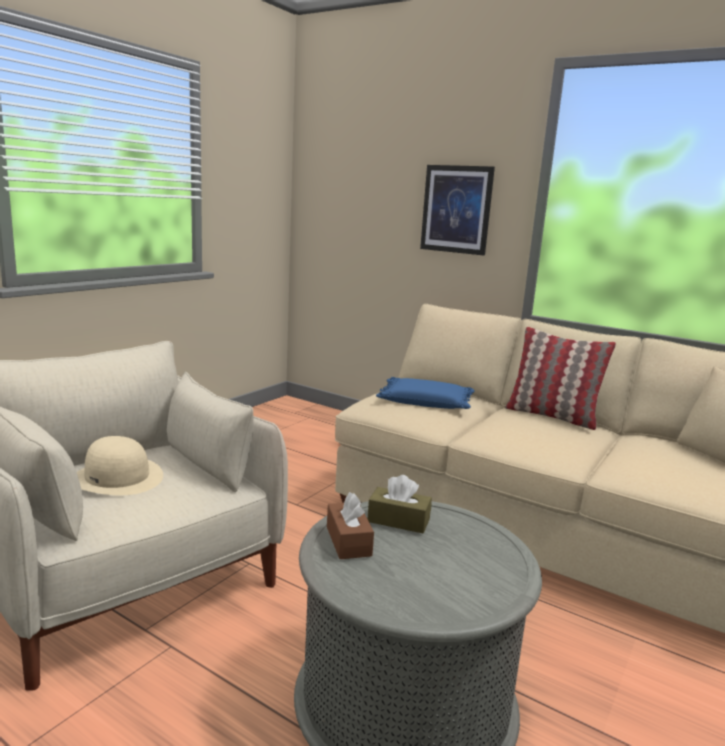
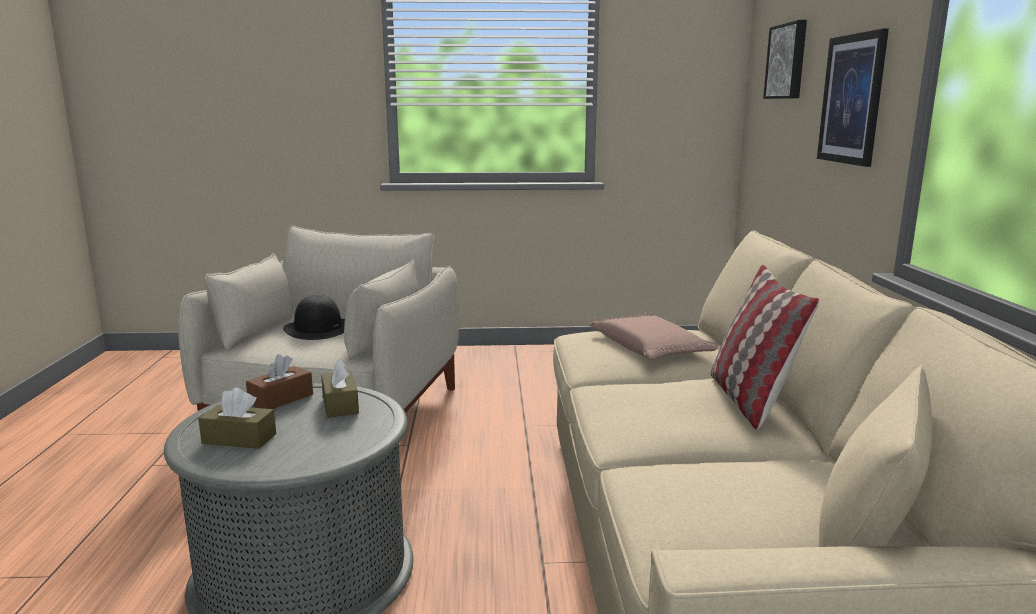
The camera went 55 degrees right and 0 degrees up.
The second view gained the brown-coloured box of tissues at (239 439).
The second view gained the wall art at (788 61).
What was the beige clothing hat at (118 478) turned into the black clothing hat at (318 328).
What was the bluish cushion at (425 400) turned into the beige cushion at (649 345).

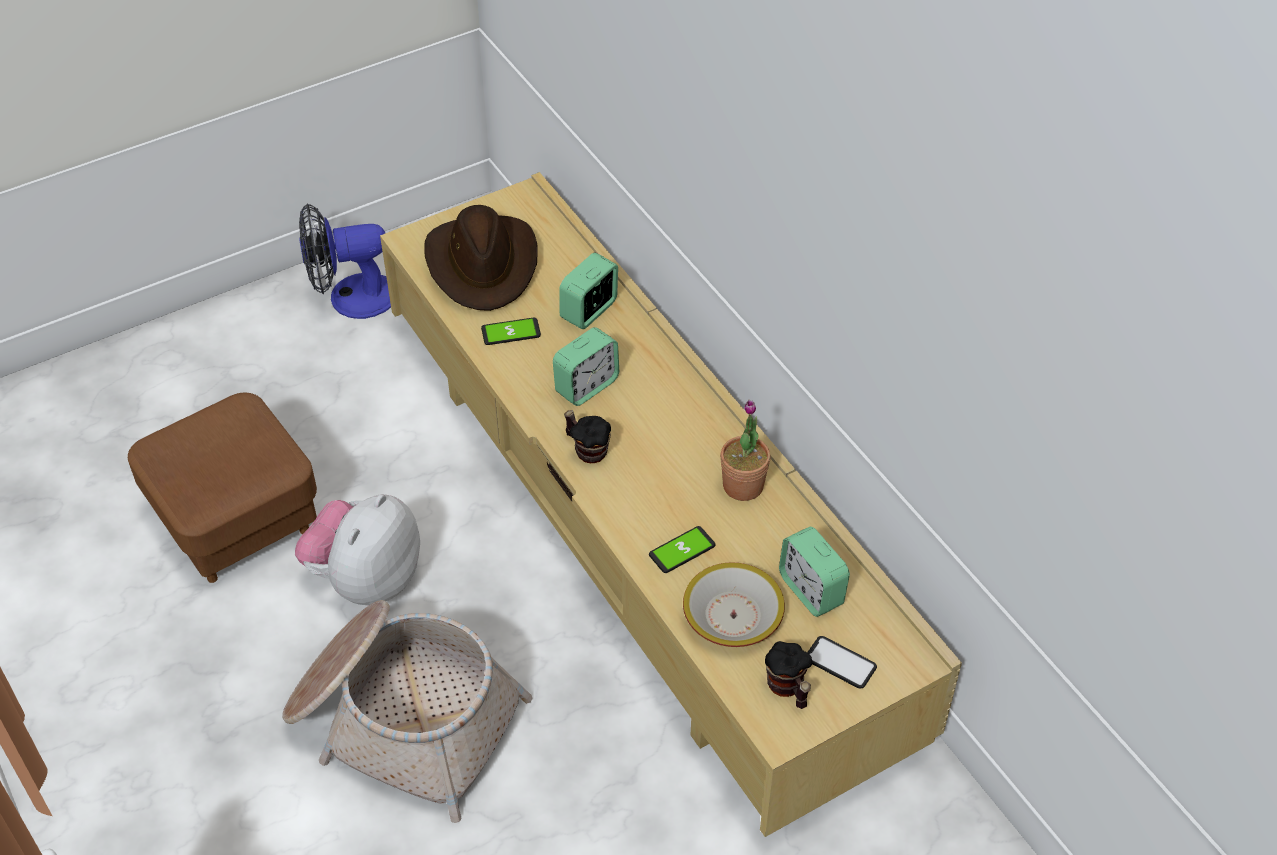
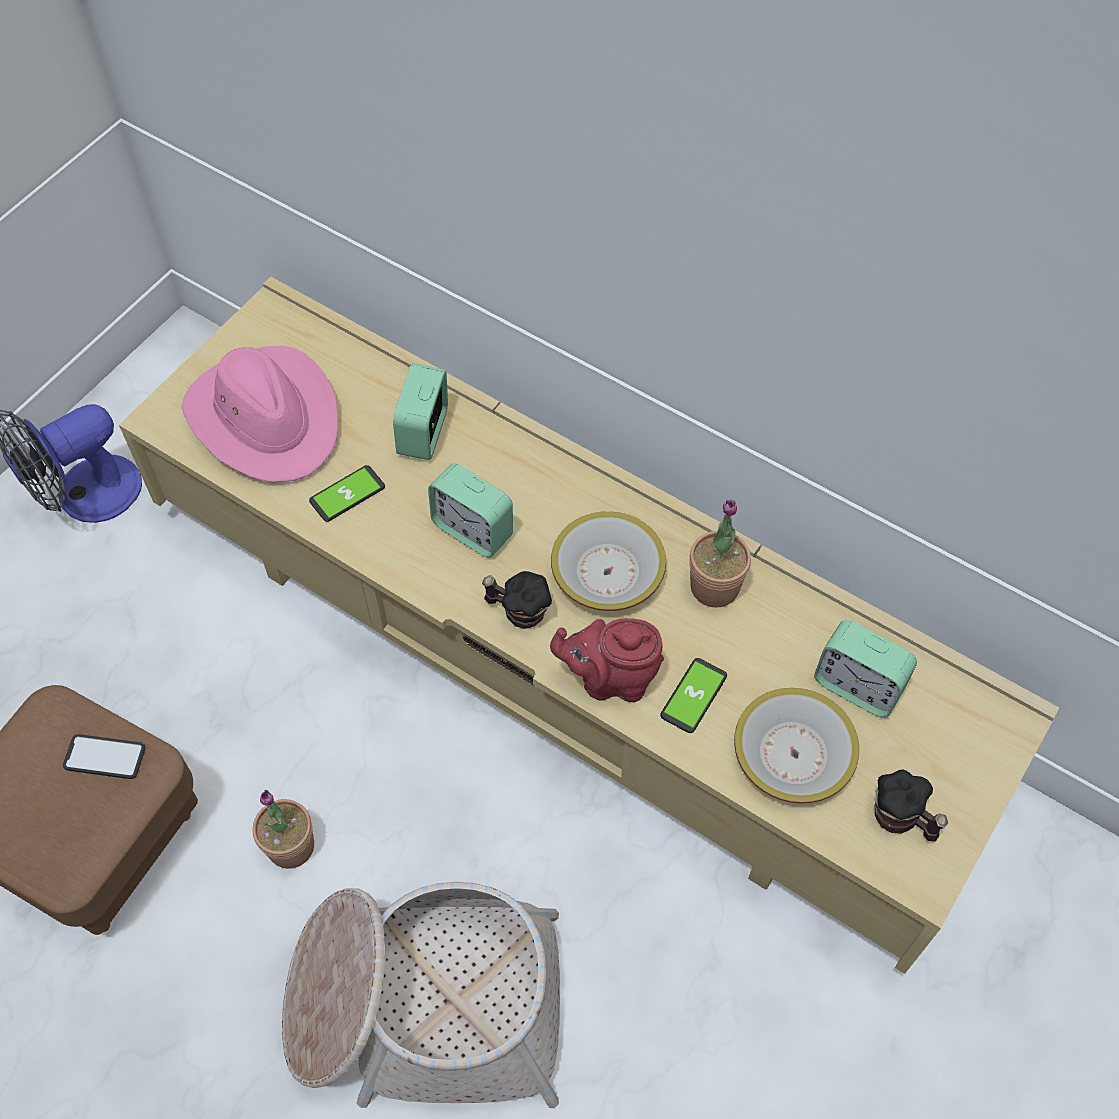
The camera went 25 degrees left and 10 degrees up.
The second view gained the red tea pot at (611 679).
The second view gained the deep dish at (607 572).
The telephone ended up elsewhere, having gone from (840 663) to (105 757).
Where the cuddly toy stood at (366 579), the plant in a pot came to stand at (291 846).
What was the brown-coloured clothing hat at (483 264) turned into the pink-coloured clothing hat at (266 418).
The table clock at (586 386) ended up facing another way, 105 degrees clockwise from before.

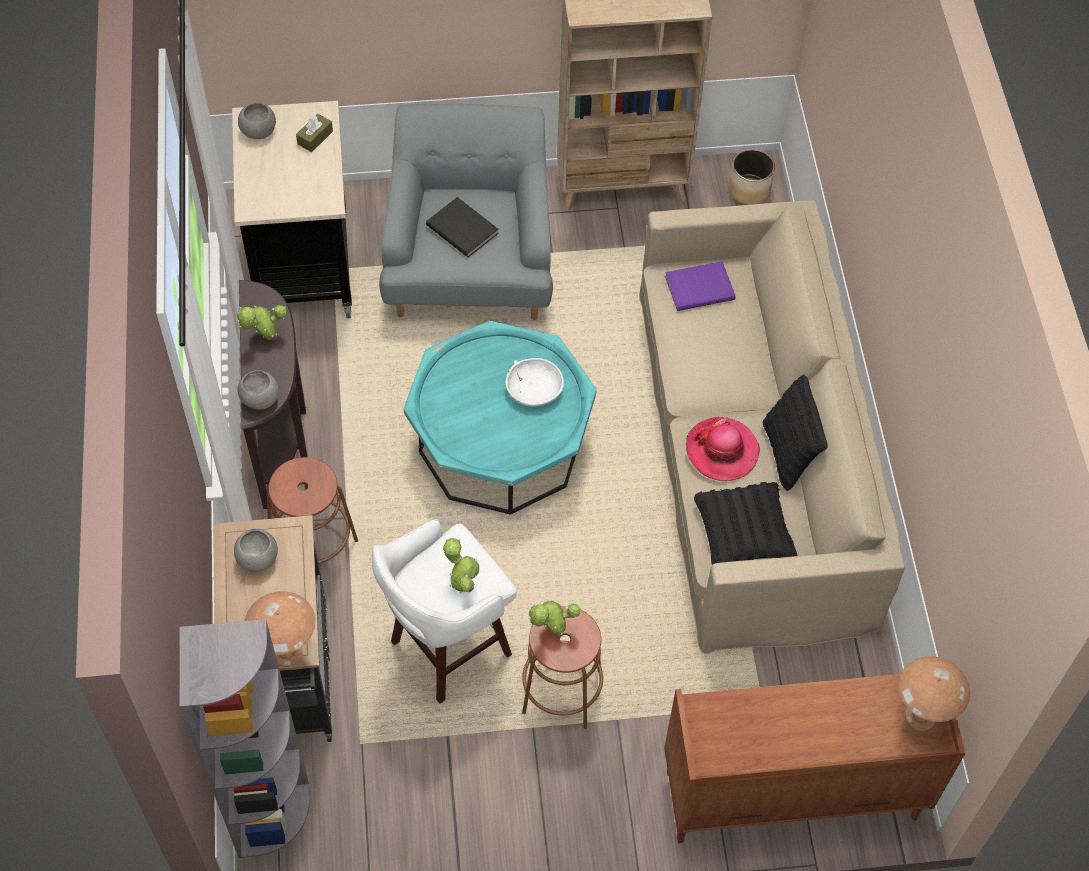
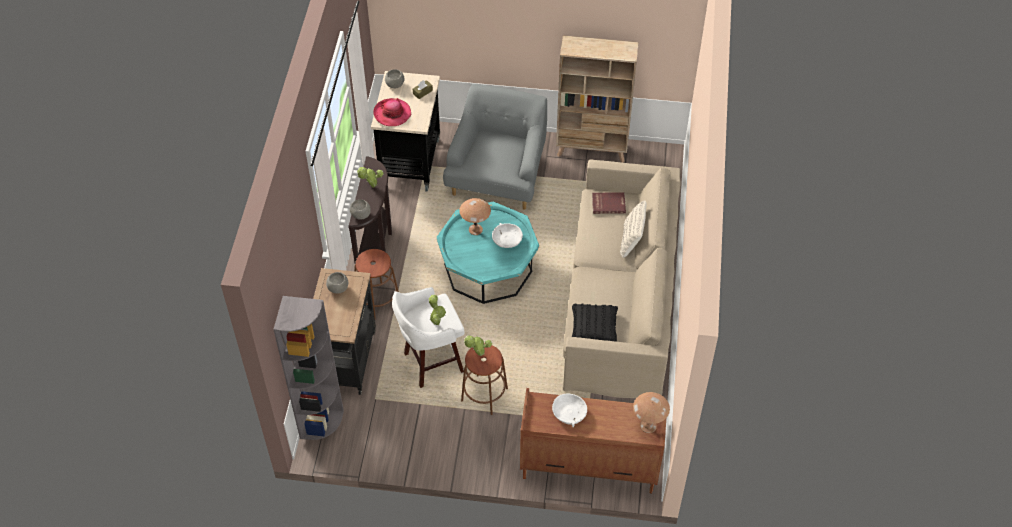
The camera went 15 degrees right and 5 degrees down.
The second view lost the black bound book at (463 228).
The second view lost the flower pot at (749 190).
The second view lost the black cushion at (789 454).
The second view gained the white deep dish at (569 412).
The second view gained the beige cushion at (631 242).
The brown-coloured tabletop lamp ended up elsewhere, having gone from (286 652) to (475 229).
The clothing hat ended up elsewhere, having gone from (722 451) to (392 113).
What was the purple bound book at (699 287) turned into the red bound book at (608 203).

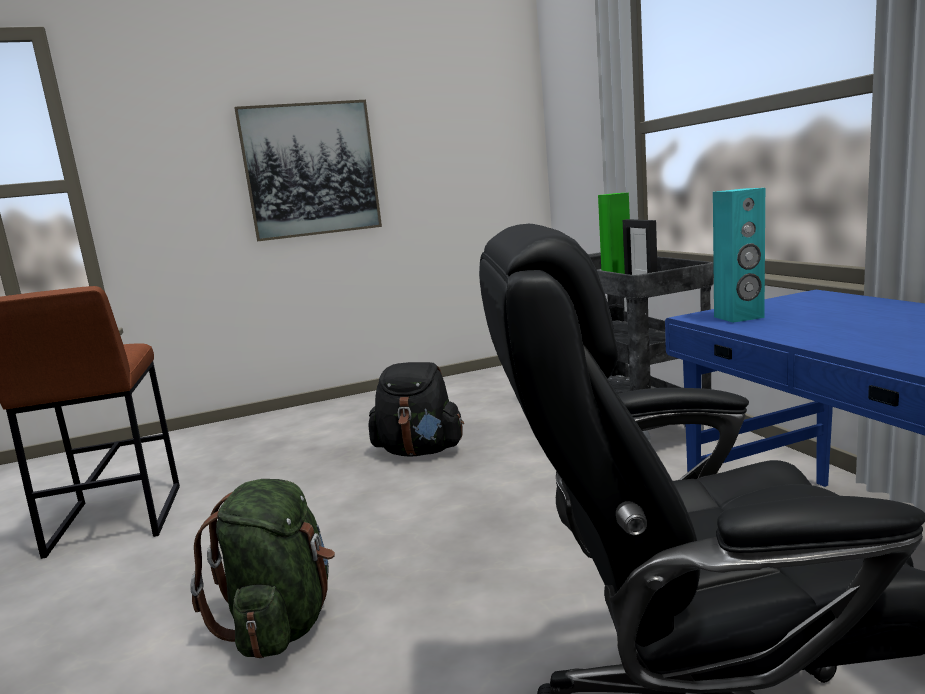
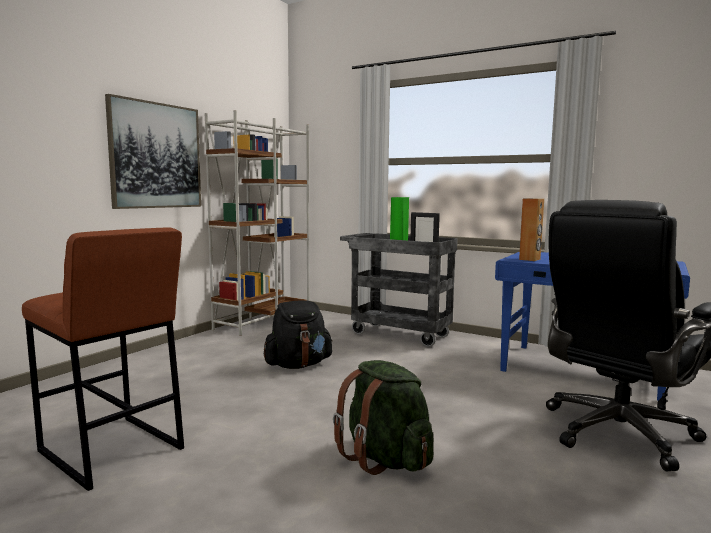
The camera went 40 degrees left and 5 degrees down.
The second view gained the brown-coloured bookshelf at (264 320).
What was the turquoise-coloured audio speaker at (739 317) turned into the brown-coloured audio speaker at (530 259).

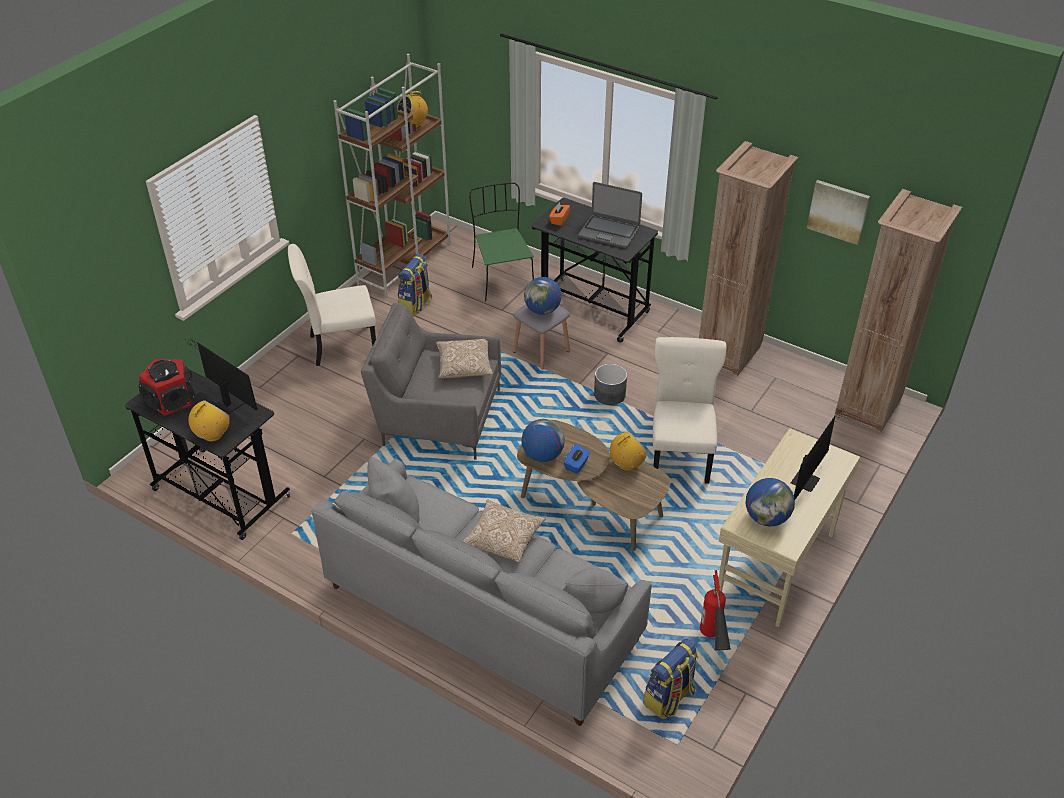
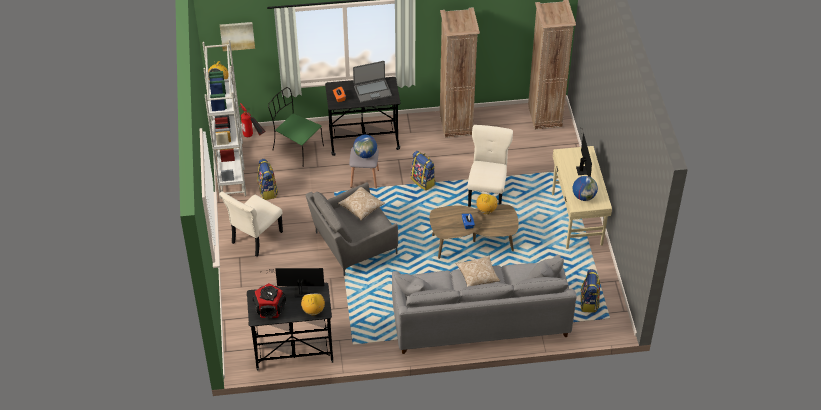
The camera went 40 degrees left and 5 degrees up.
The second view lost the desk globe at (542 455).
The fire-fighting cylinder ended up elsewhere, having gone from (712 645) to (253 139).
The wall art ended up elsewhere, having gone from (838 211) to (237 35).
Where the greyish flower pot stood at (610 394), the backpack came to stand at (423 181).
What was the brown-coloured bookshelf at (405 264) turned into the white bookshelf at (231 170).
The beige chair at (680 455) ended up facing another way, 45 degrees clockwise from before.

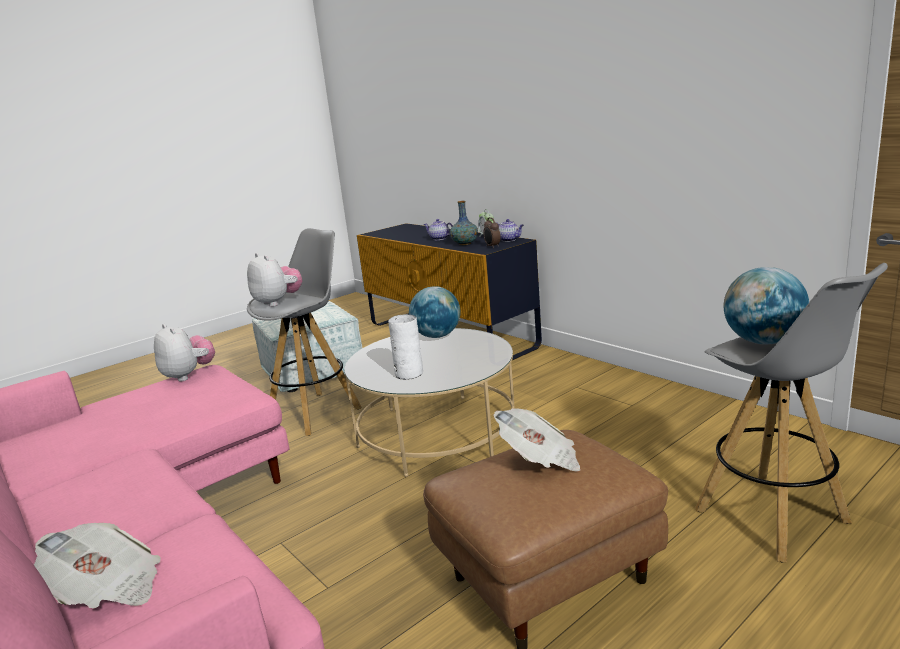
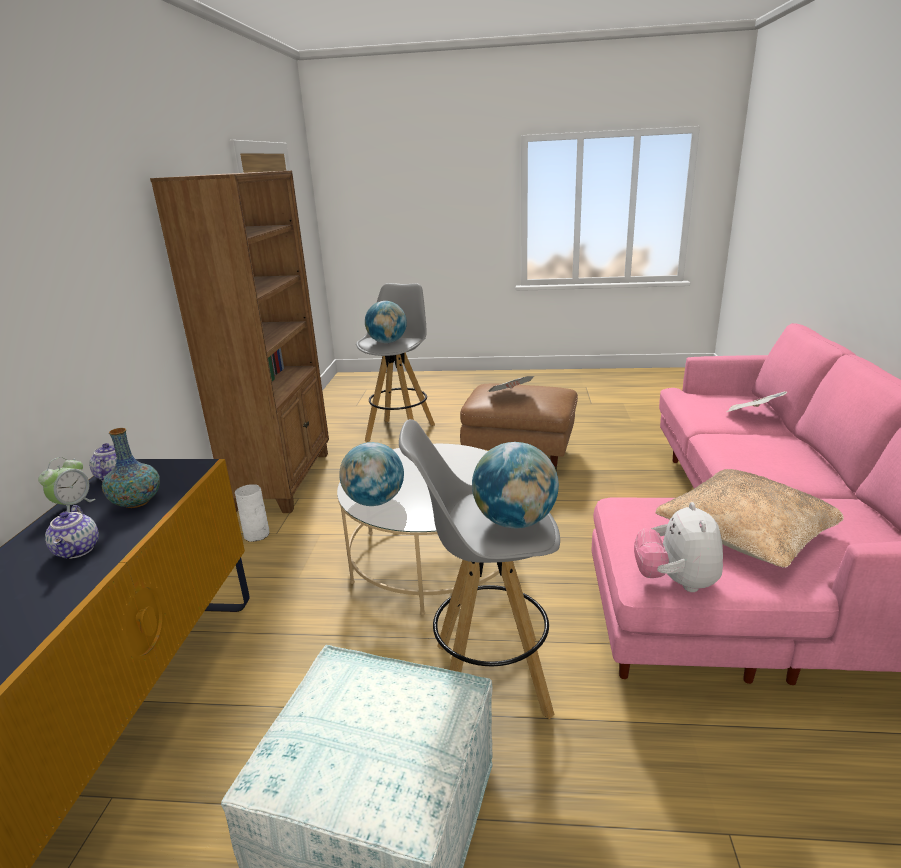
The camera went 135 degrees left and 5 degrees up.
The second view lost the table clock at (492 246).
The second view gained the brown-coloured bookshelf at (283 480).
The second view gained the beige cushion at (745 531).
The white flower vase ended up elsewhere, having gone from (408 373) to (257 535).
Where the cuddly toy stood at (277 302), the desk globe came to stand at (515 521).

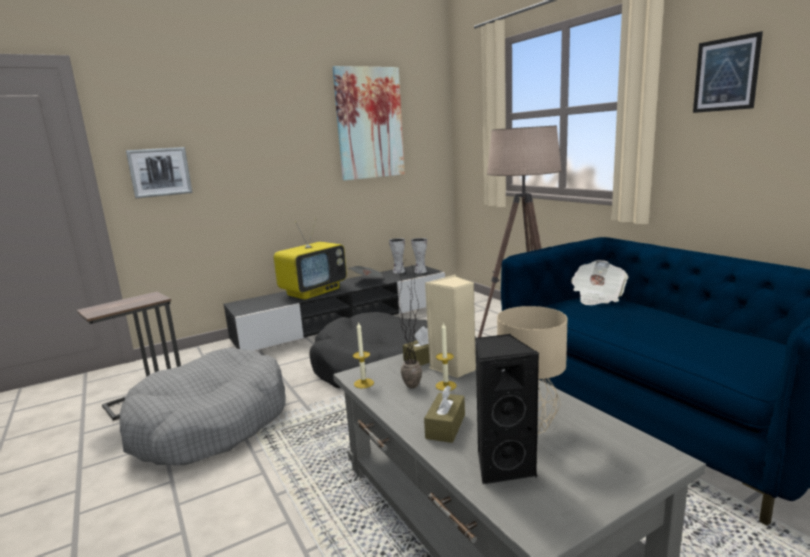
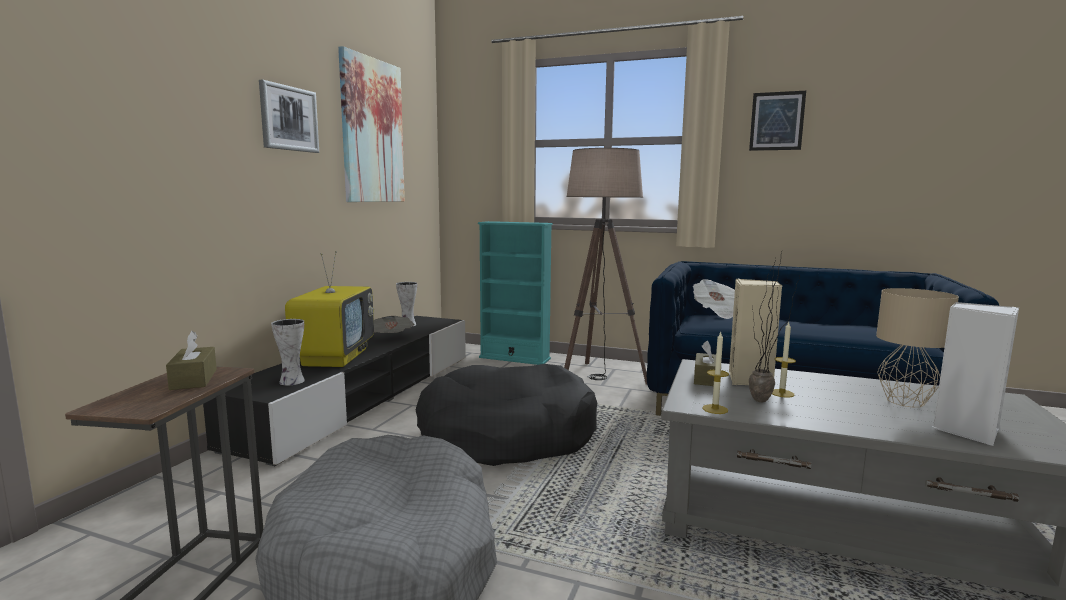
The camera went 40 degrees left and 5 degrees down.
The second view gained the turquoise-coloured bookshelf at (514 358).
The wall art ended up elsewhere, having gone from (160 172) to (289 118).
The flower vase ended up elsewhere, having gone from (420 271) to (290 381).
The brown-coloured box of tissues ended up elsewhere, having gone from (445 426) to (194 379).
What was the black audio speaker at (502 465) turned into the white audio speaker at (965 430).

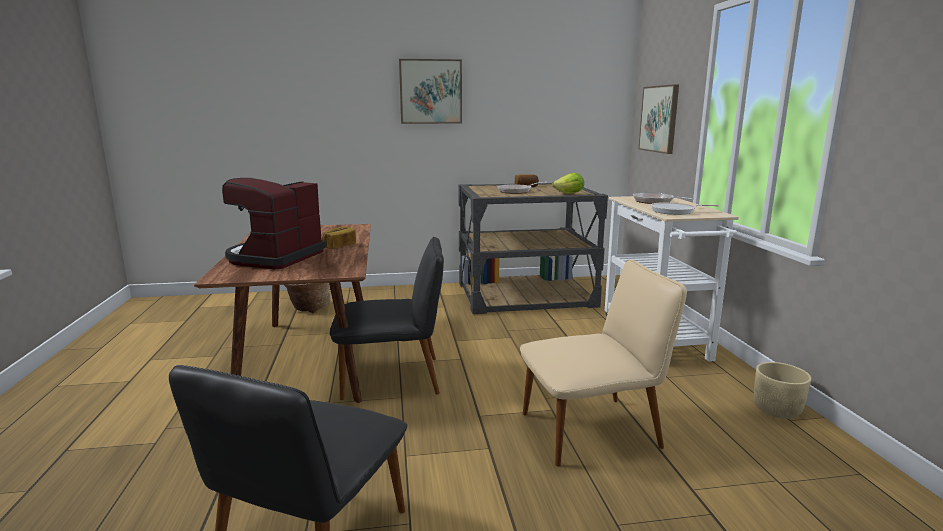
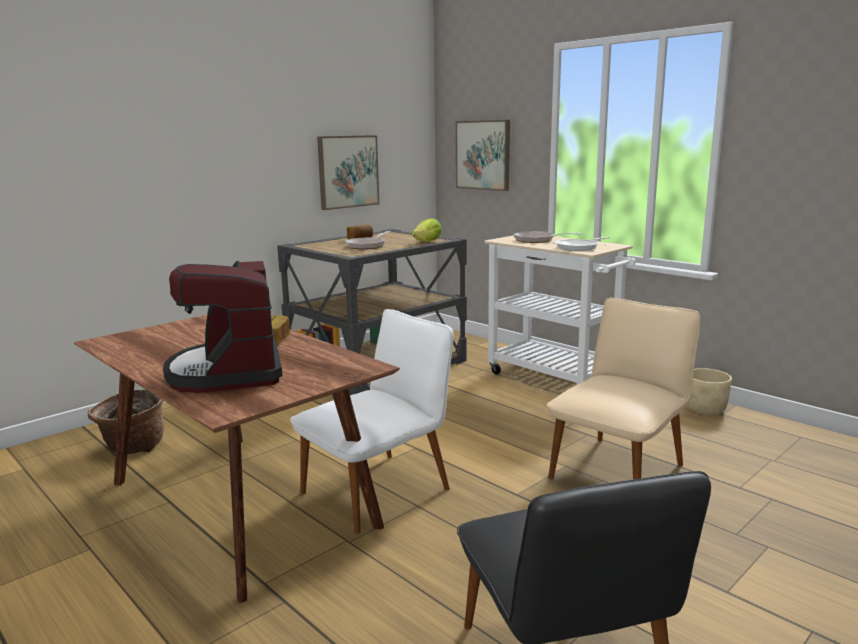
The camera went 35 degrees left and 0 degrees up.
The wall art ended up elsewhere, having gone from (430 91) to (348 171).
What was the black chair at (391 377) turned into the white chair at (375 491).

